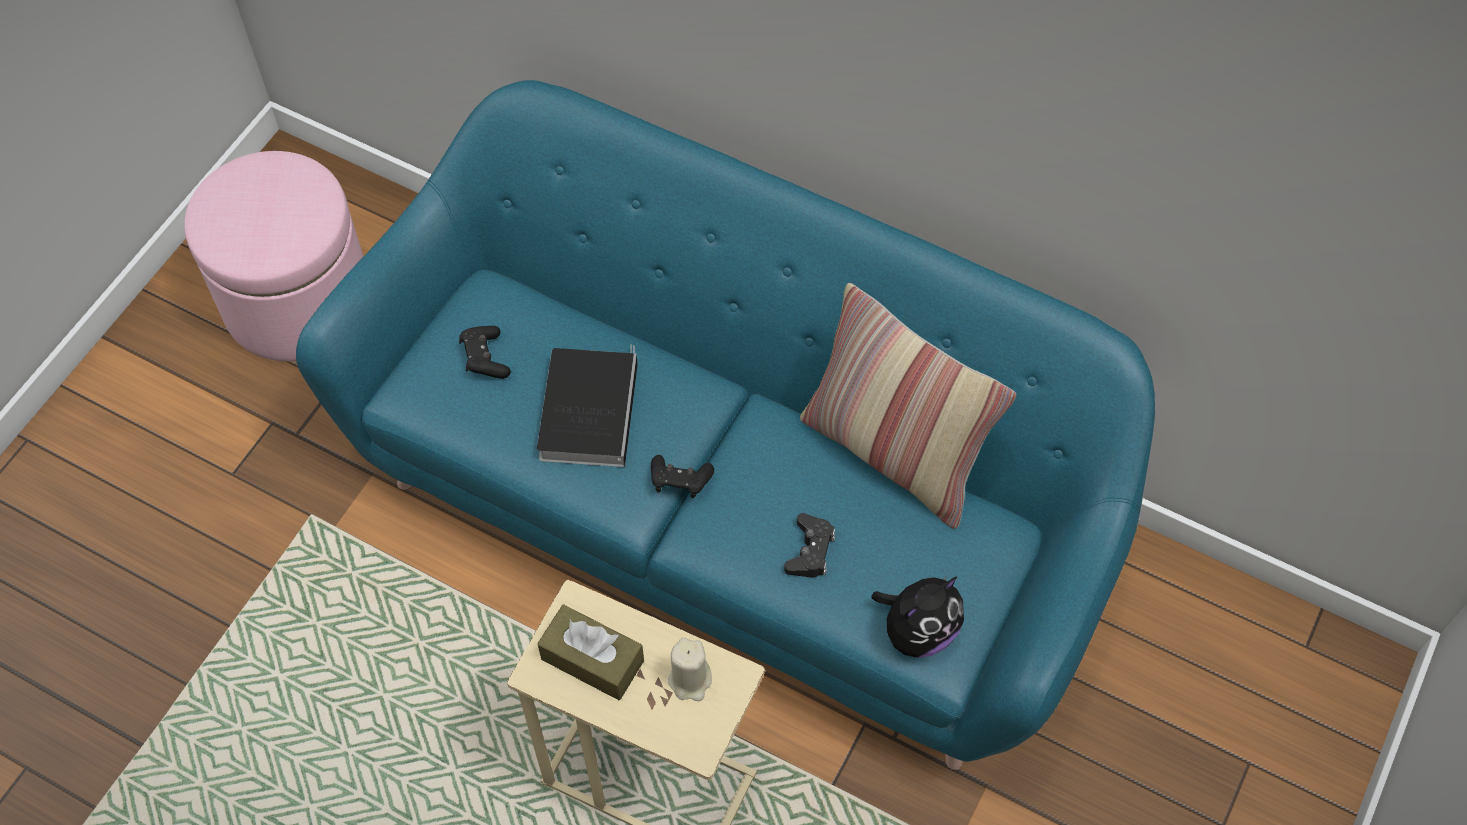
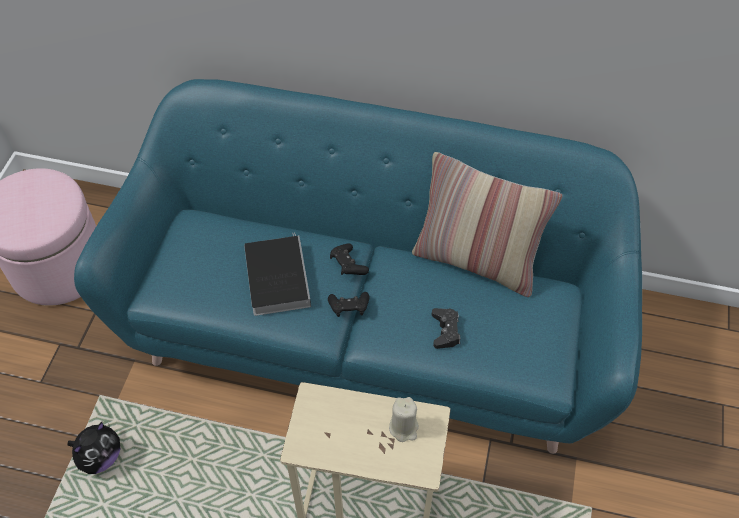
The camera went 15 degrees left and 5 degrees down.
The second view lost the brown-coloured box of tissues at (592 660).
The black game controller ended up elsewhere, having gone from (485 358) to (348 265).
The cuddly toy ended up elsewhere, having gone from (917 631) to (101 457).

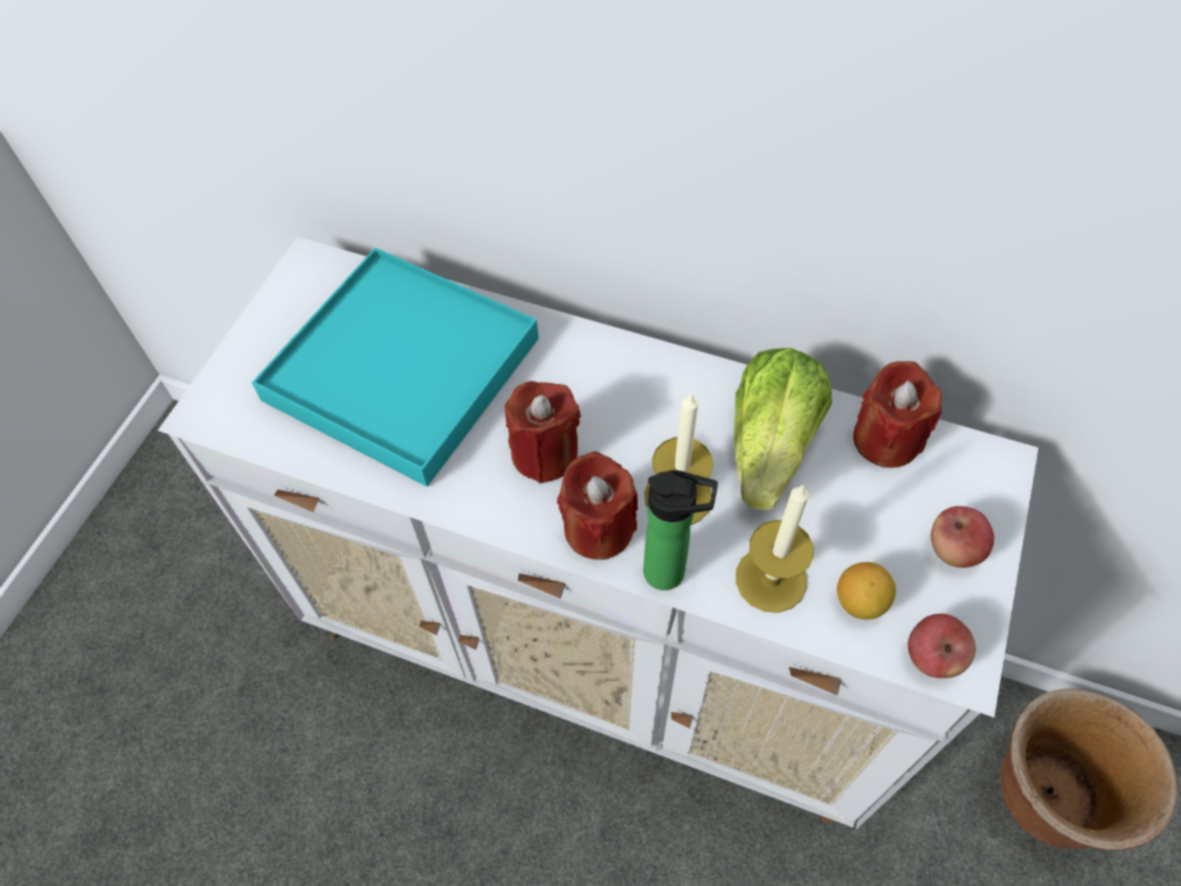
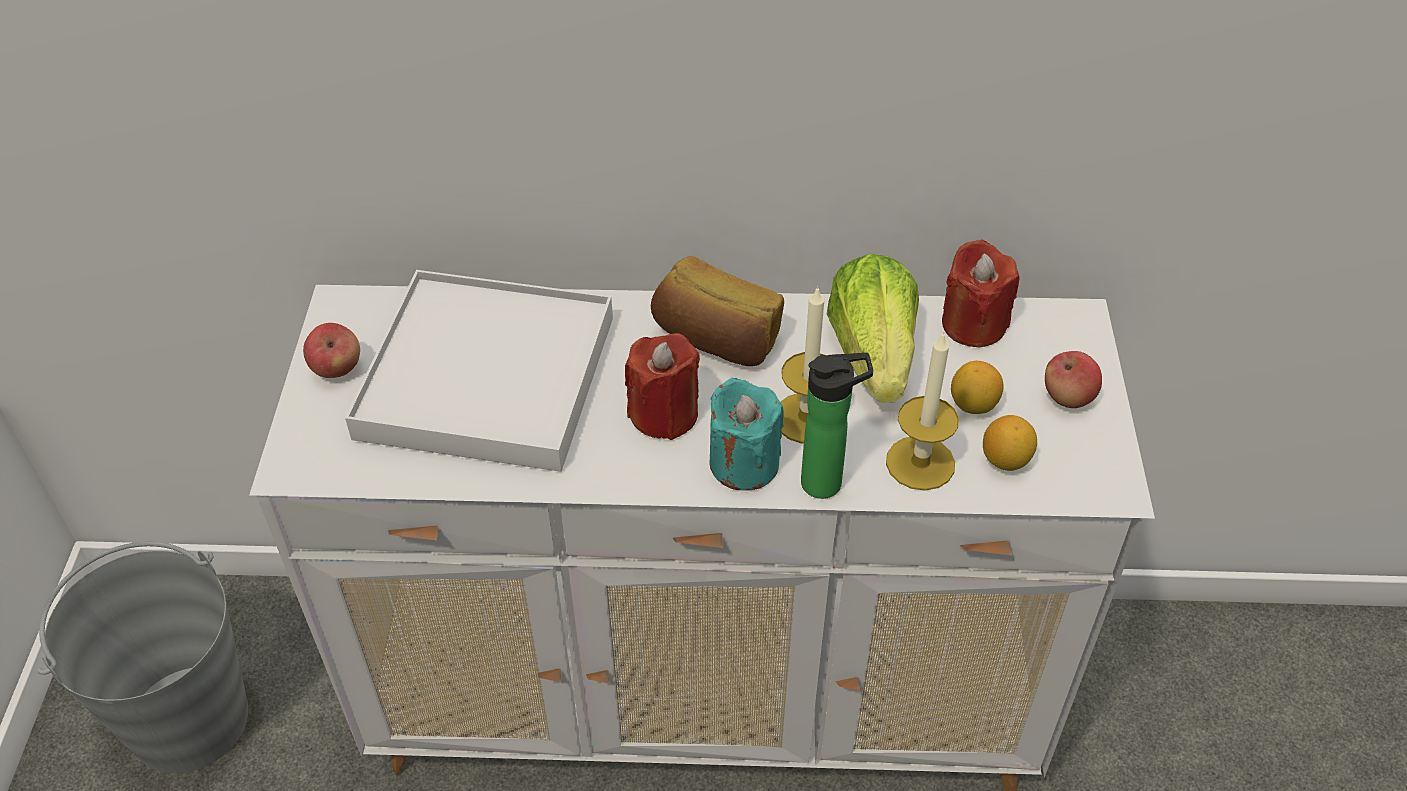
The camera went 20 degrees left and 10 degrees down.
The second view lost the brown-coloured flower pot at (1045 796).
The second view gained the greyish water bucket at (189 718).
The second view gained the bakery bread at (716 339).
The second view gained the whole lemon at (973 405).
The apple fruit ended up elsewhere, having gone from (932 656) to (337 369).
What was the turquoise-coloured serving tray at (402 370) turned into the white serving tray at (487 377).
What was the red wax light at (598 528) turned into the turquoise-coloured wax light at (744 463).

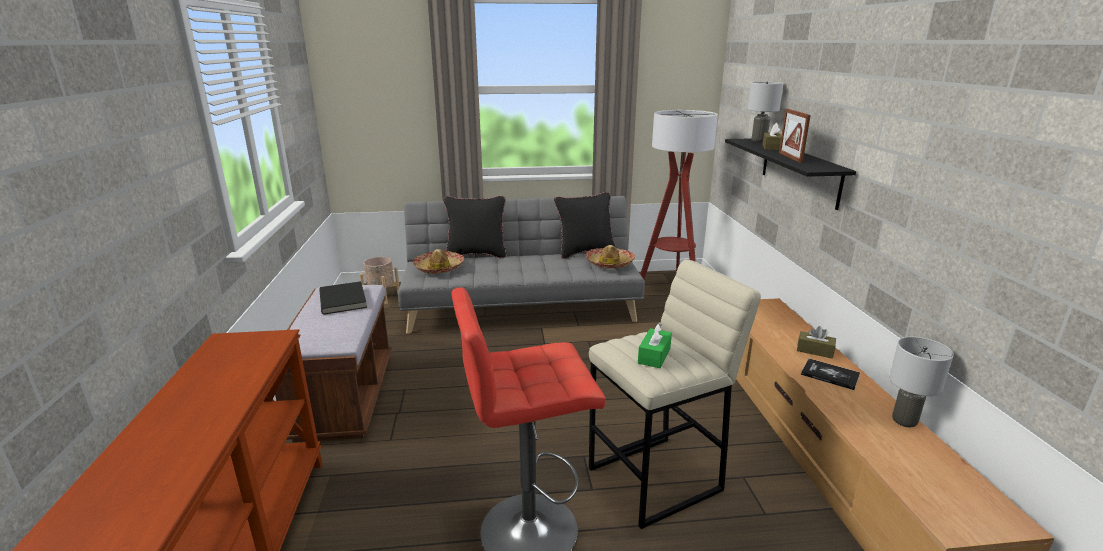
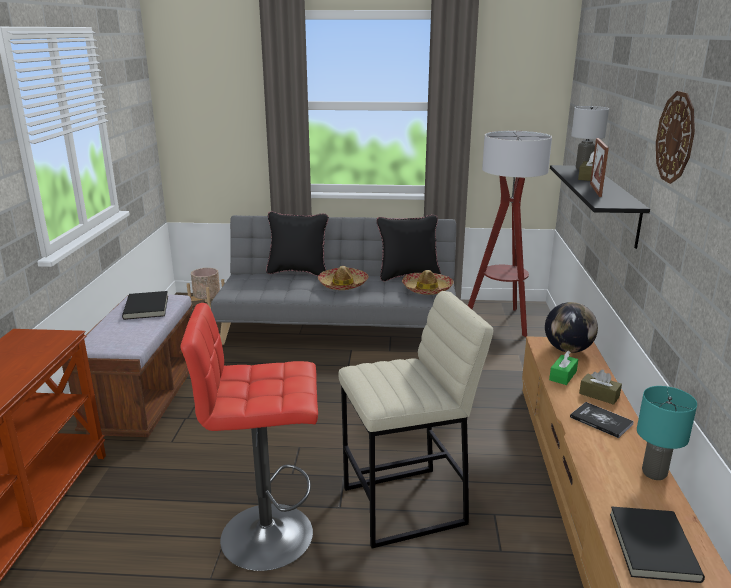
The camera went 10 degrees right and 0 degrees up.
The second view gained the desk globe at (568 350).
The second view gained the black bound book at (651 546).
The second view gained the hanging clock at (675 137).
The clothing hat ended up elsewhere, having gone from (439 268) to (343 284).
The greenish box of tissues ended up elsewhere, having gone from (654 355) to (563 375).
What was the white tabletop lamp at (904 421) turned into the turquoise-coloured tabletop lamp at (655 473).

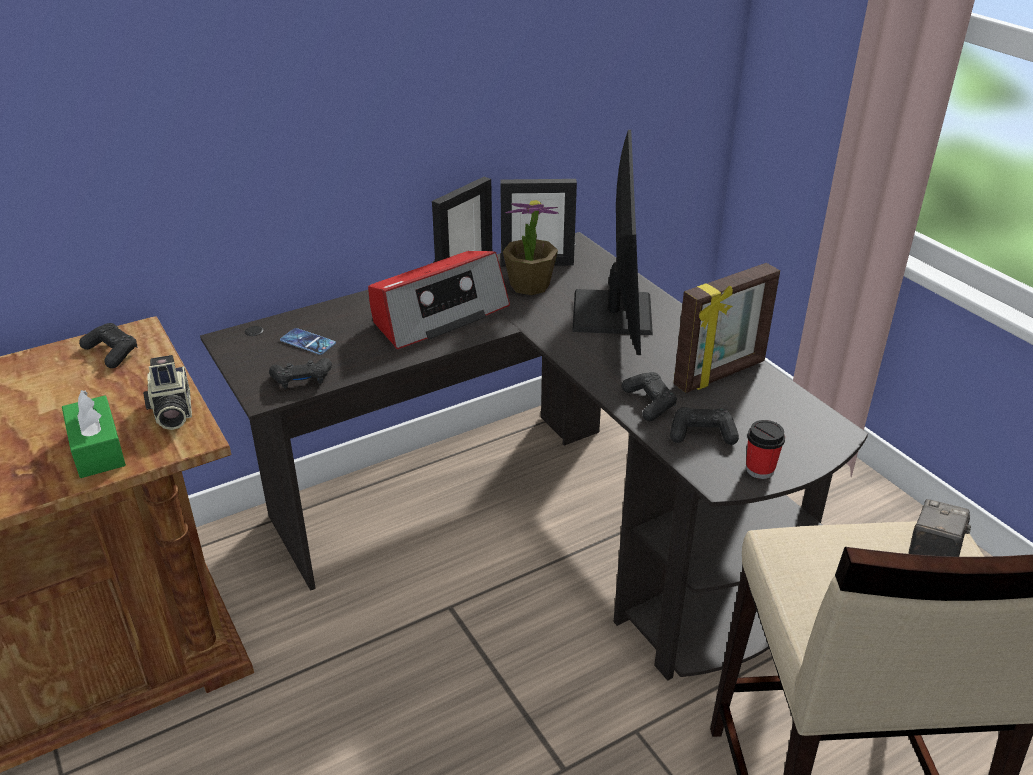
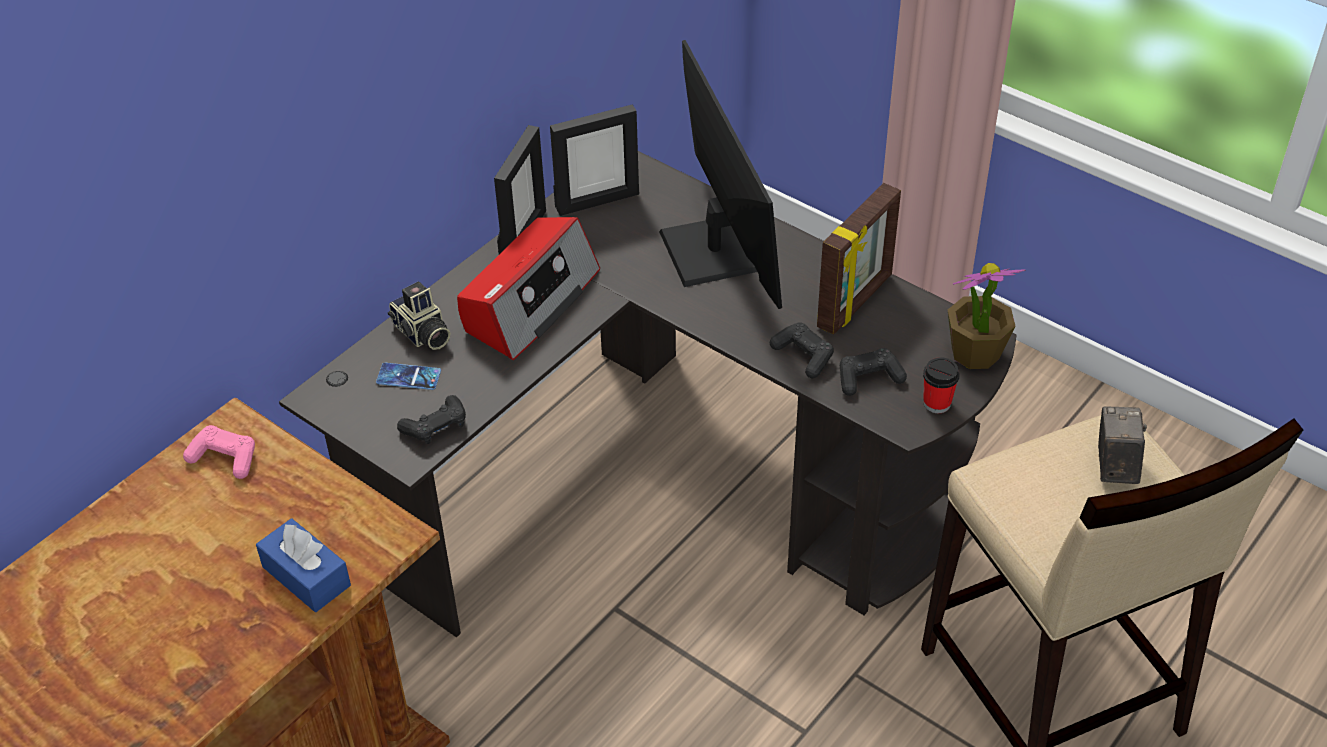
The camera went 20 degrees left and 10 degrees up.
The still camera ended up elsewhere, having gone from (171 413) to (421 334).
The plant in a pot ended up elsewhere, having gone from (529 285) to (975 353).
What was the greenish box of tissues at (97 449) turned into the bluish box of tissues at (306 576).
What was the black game controller at (112 352) turned into the pink-coloured game controller at (225 458).

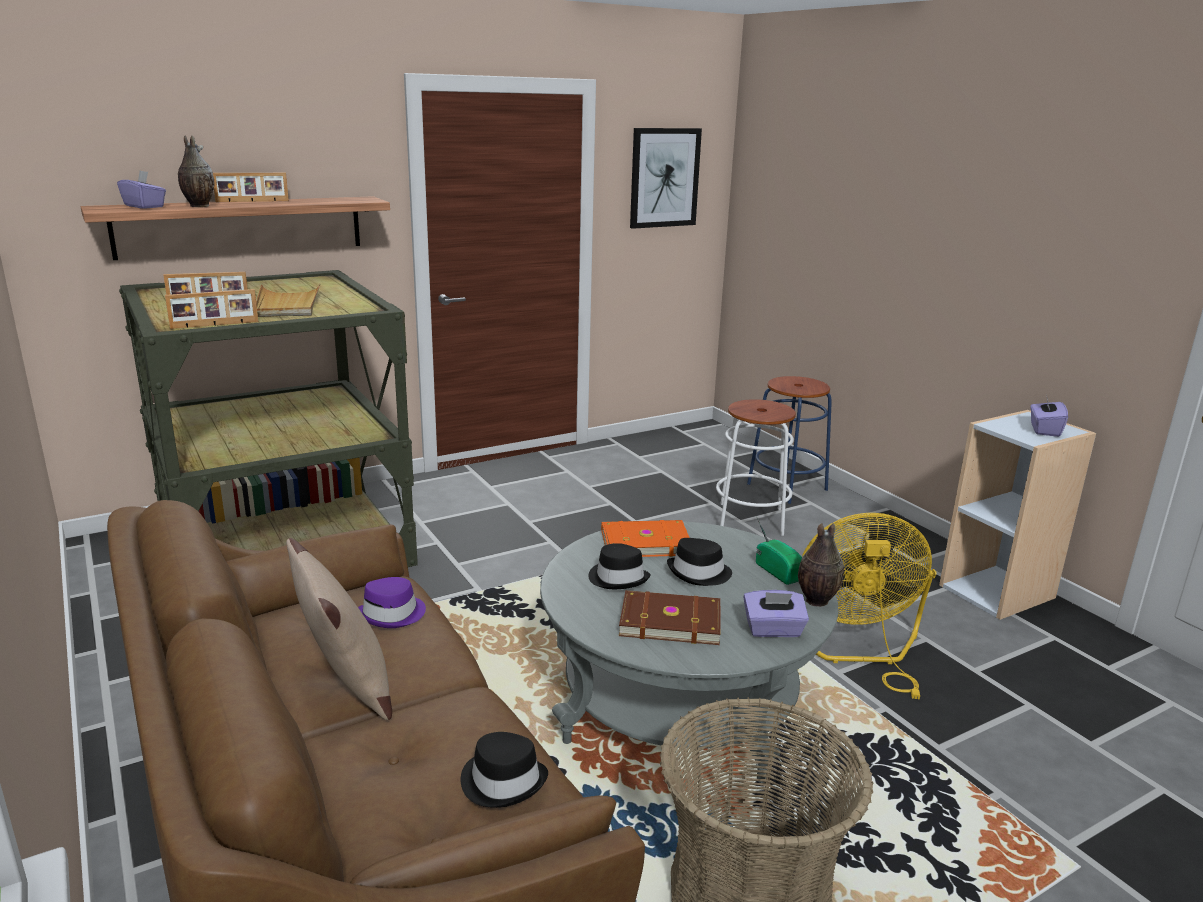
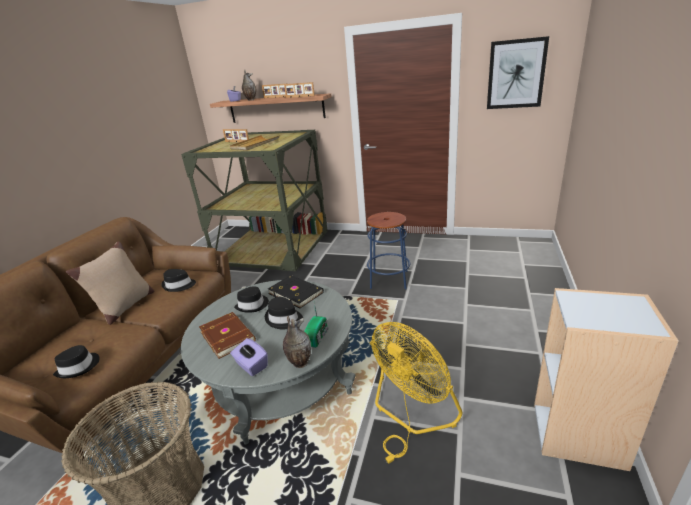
The camera went 50 degrees right and 5 degrees up.
The second view lost the white sitting stool at (751 519).
The second view lost the purple box of tissues at (1044 430).
The picture frame ended up elsewhere, having gone from (215 325) to (300 97).
The bluish sitting stool ended up elsewhere, having gone from (787 487) to (389 279).
What was the purple clothing hat at (392 614) turned into the black clothing hat at (179 285).
What was the orangey bound book at (644 542) turned into the black bound book at (296 292).

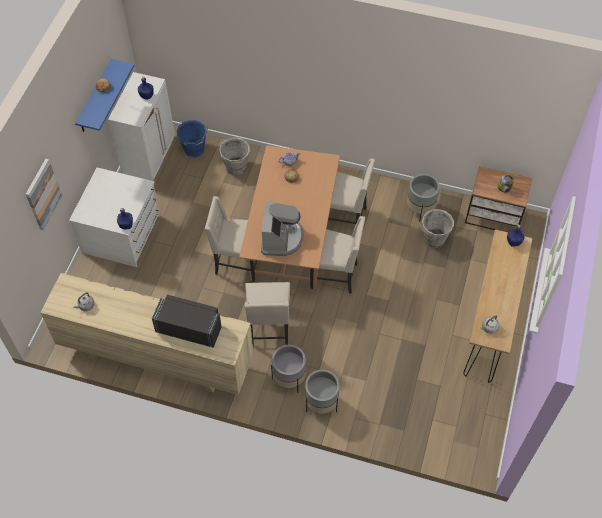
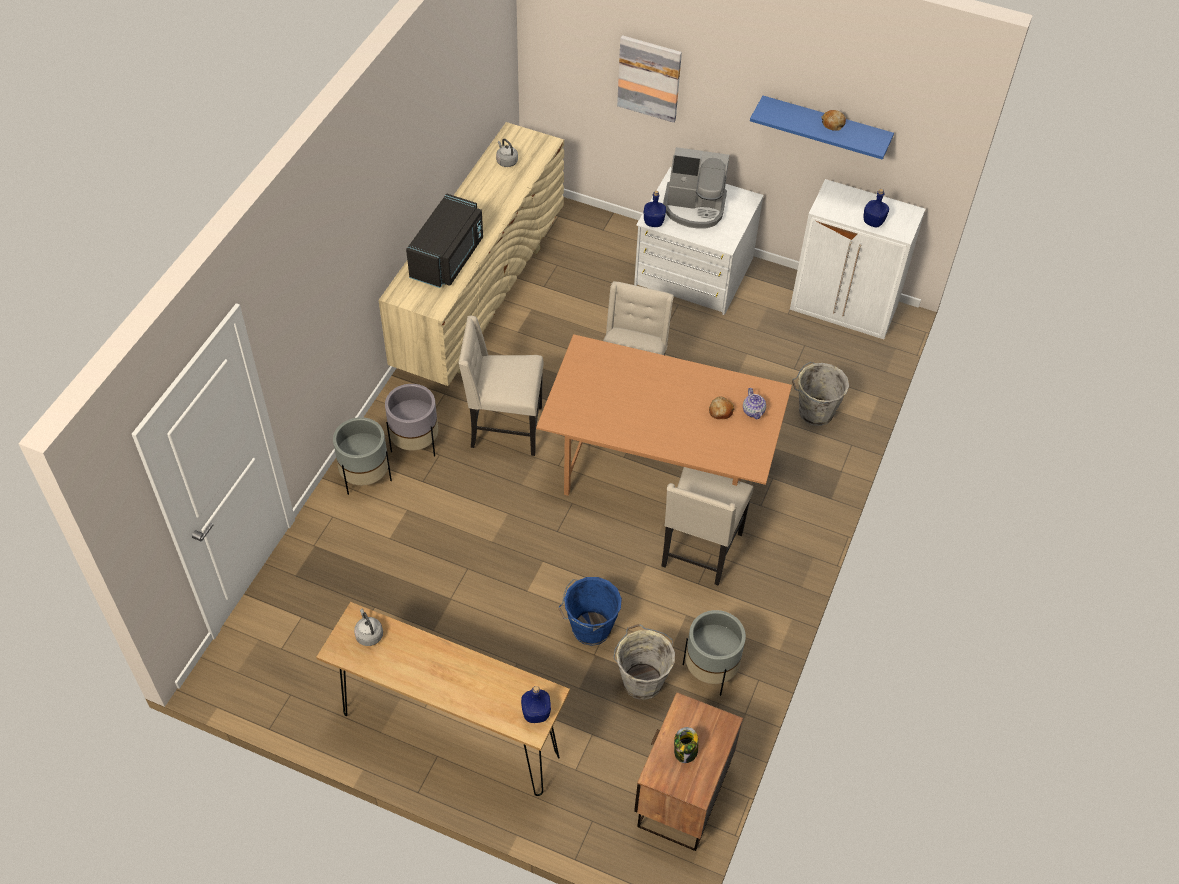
The camera went 95 degrees right and 5 degrees down.
The second view lost the beige chair at (335 275).
The bluish water bucket ended up elsewhere, having gone from (194 150) to (589 629).
The coffee brewer ended up elsewhere, having gone from (281 238) to (694 207).

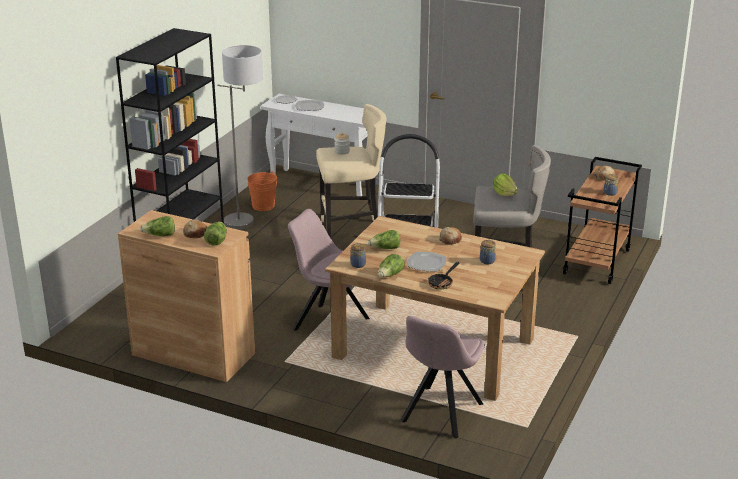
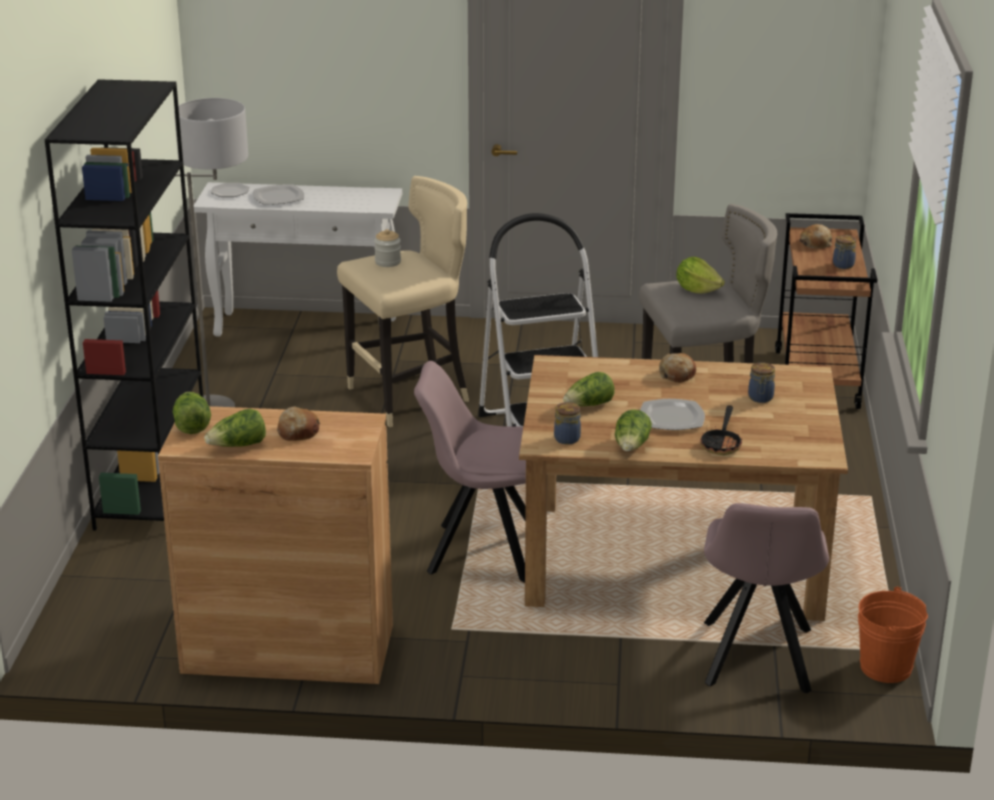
The camera went 20 degrees left and 0 degrees up.
The lettuce ended up elsewhere, having gone from (216 240) to (191 425).
The orangey water bucket ended up elsewhere, having gone from (263 206) to (885 667).

